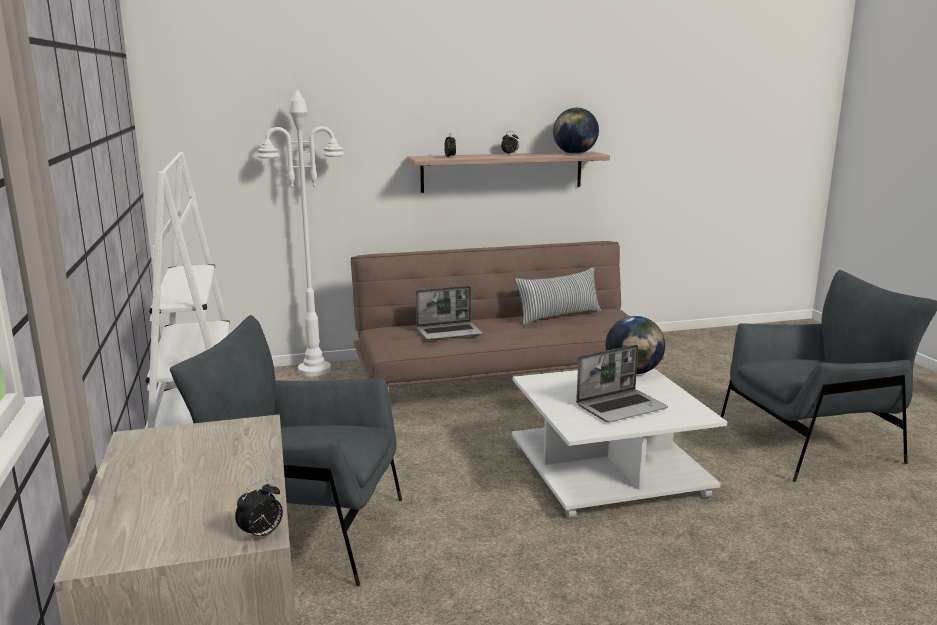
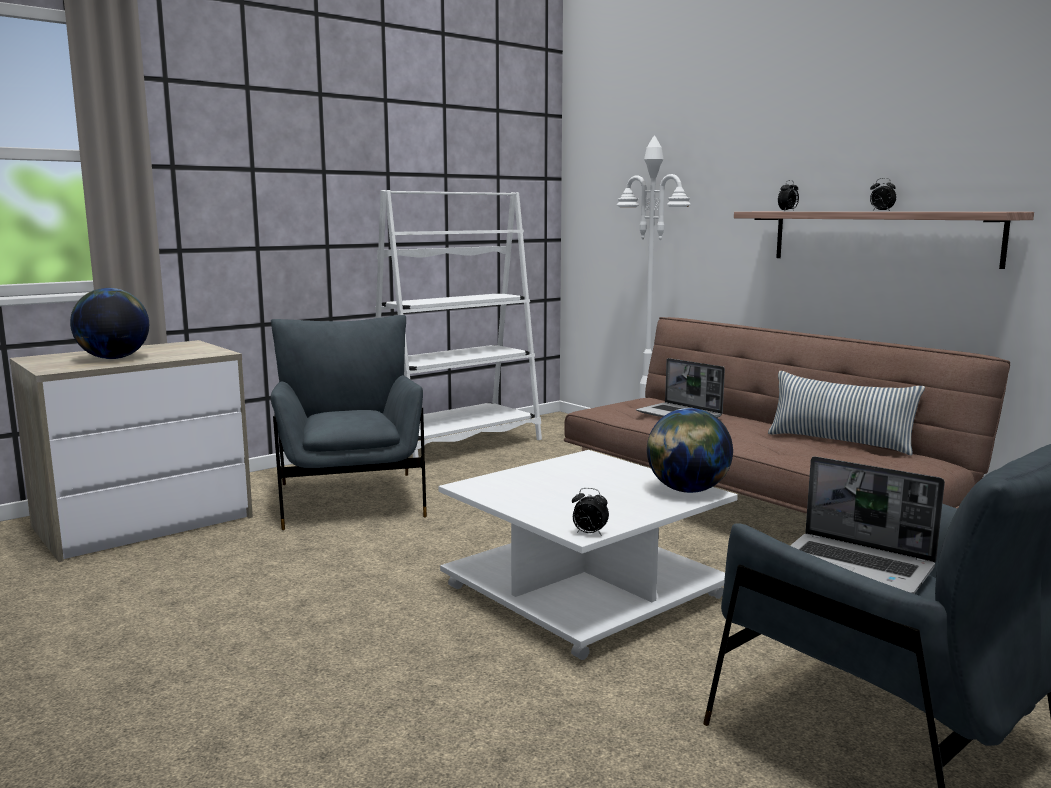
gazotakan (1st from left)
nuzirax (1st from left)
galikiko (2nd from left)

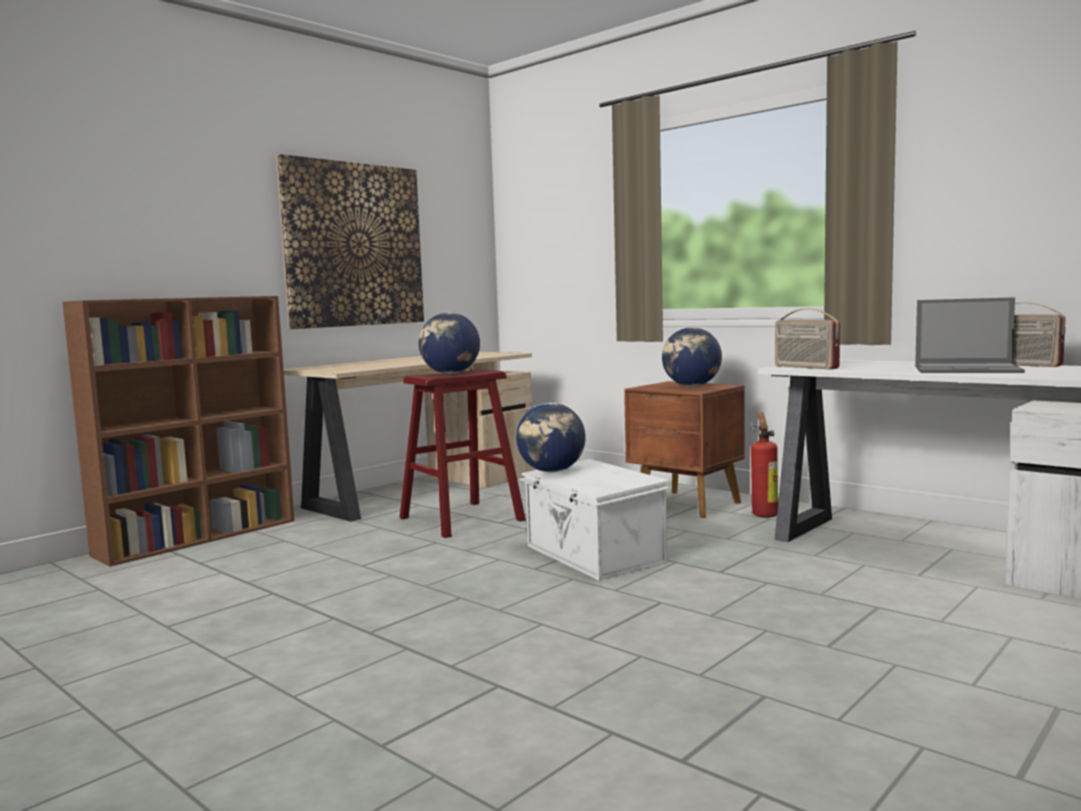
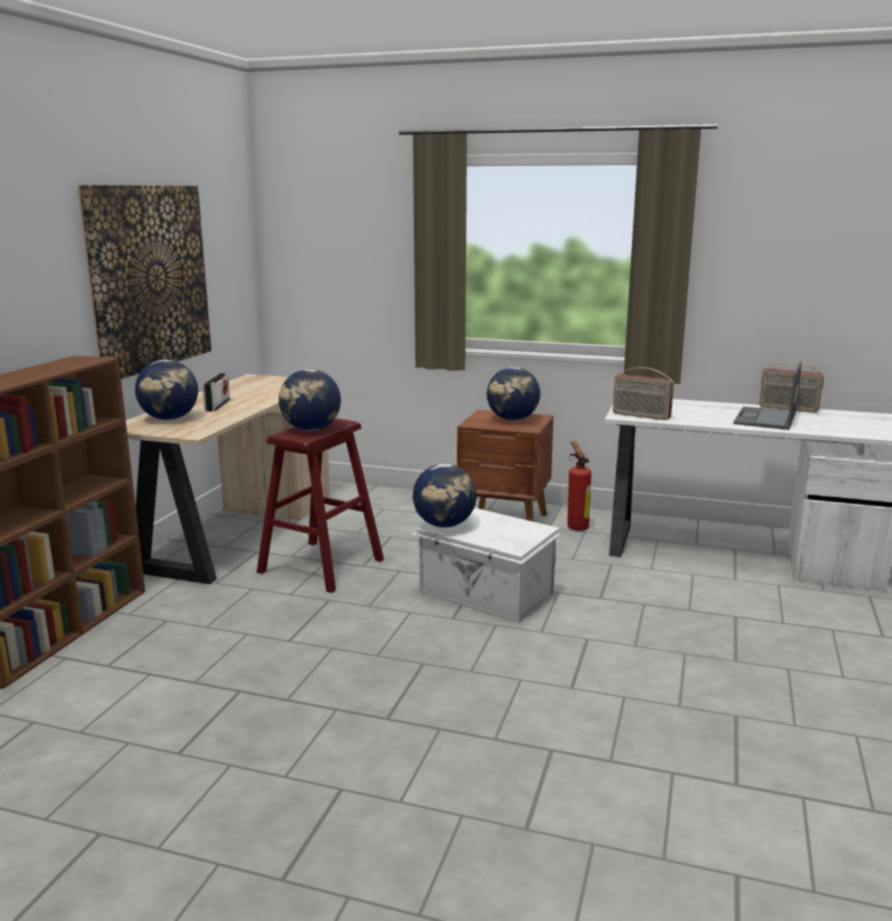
nuzirax (1st from left)
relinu (1st from left)
galikiko

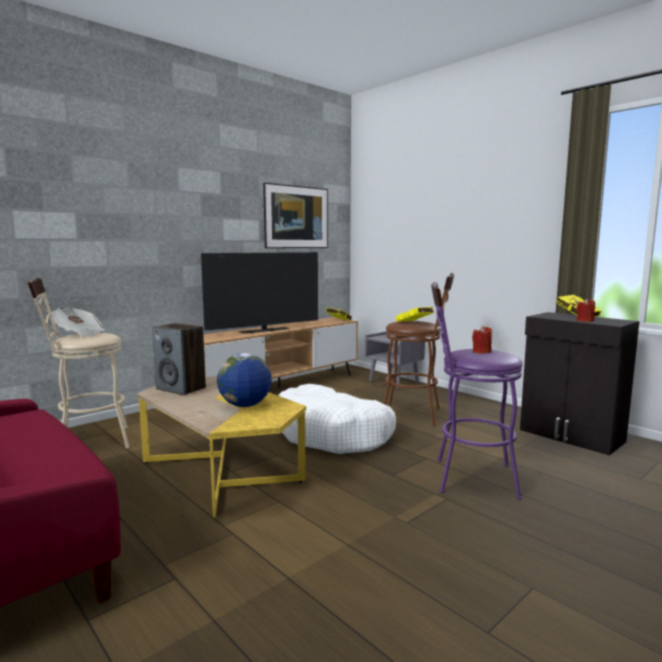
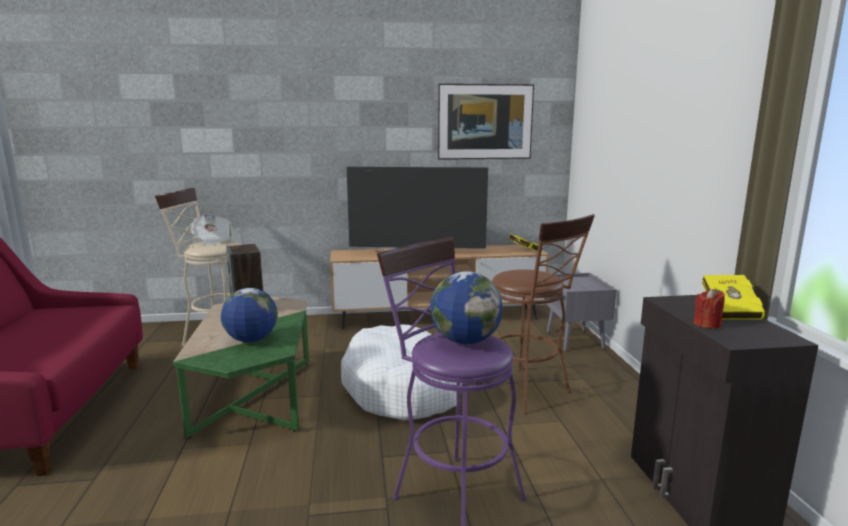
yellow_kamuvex (2nd from left in the first image)
nuzirax (2nd from left)
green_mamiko

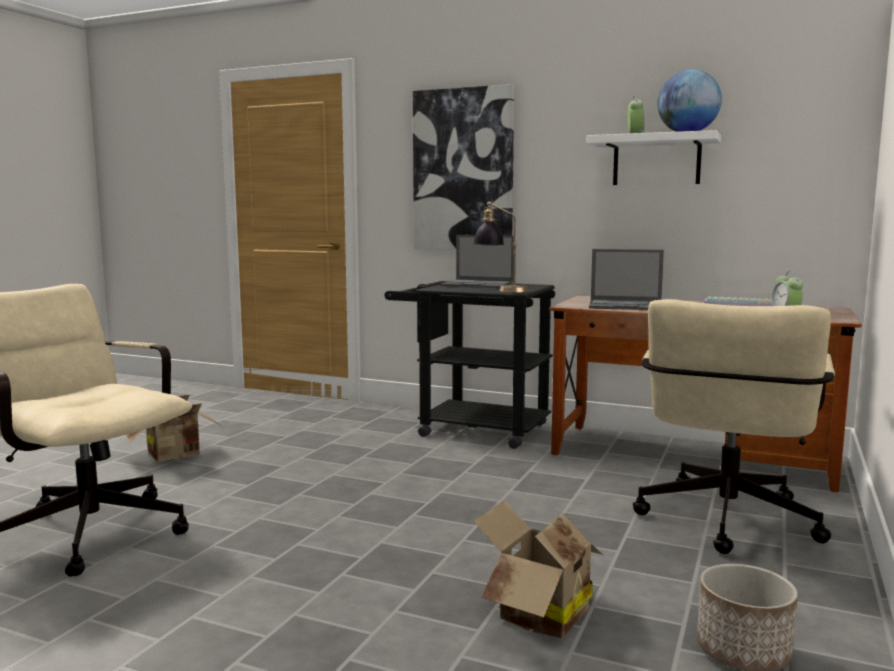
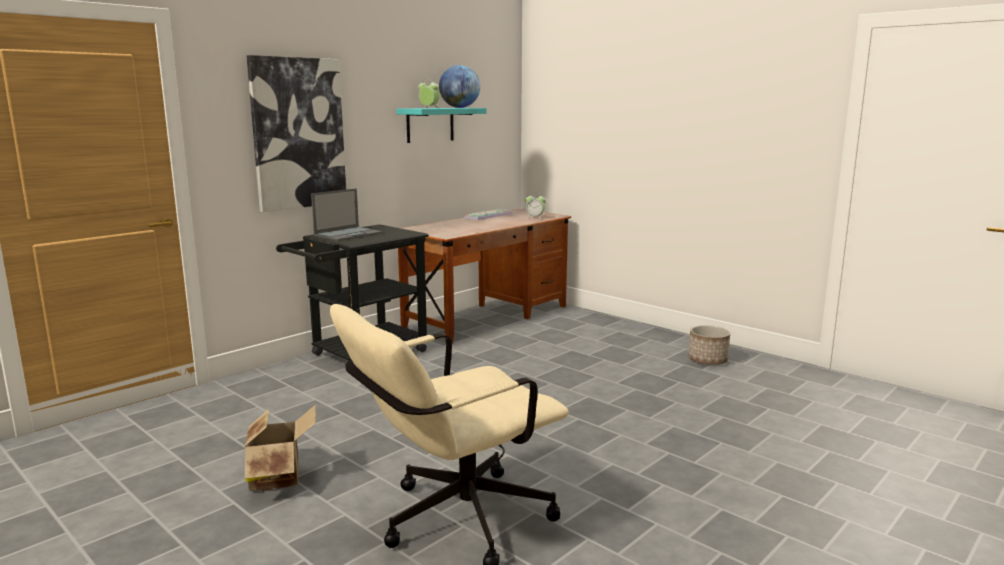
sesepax
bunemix (2nd from left in the first image)
galikiko (2nd from left in the first image)
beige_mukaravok (2nd from left in the first image)
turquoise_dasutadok

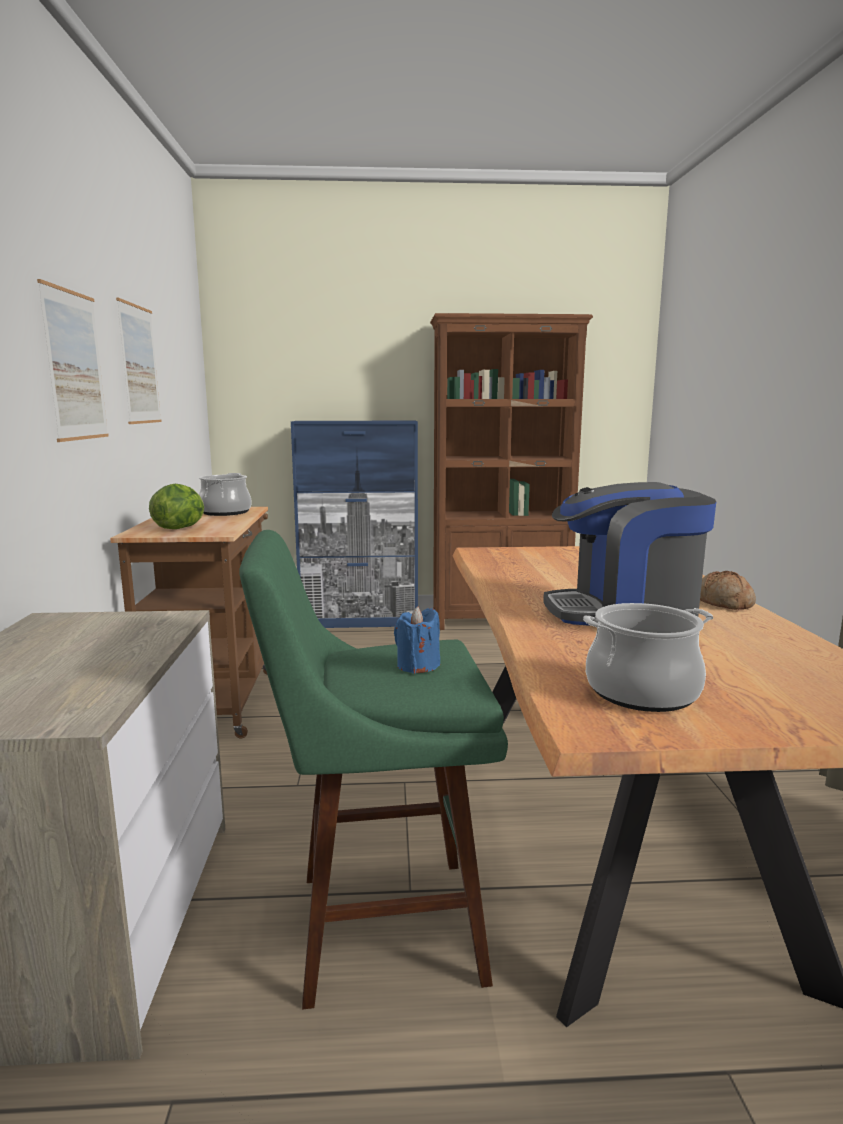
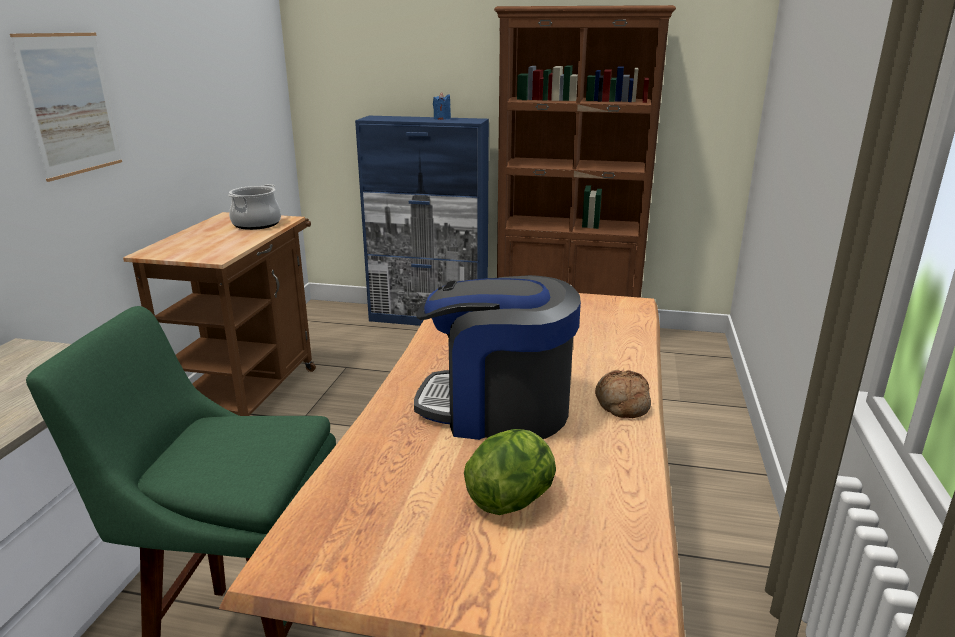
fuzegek (2nd from left in the first image)
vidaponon (2nd from left in the first image)
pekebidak
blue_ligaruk

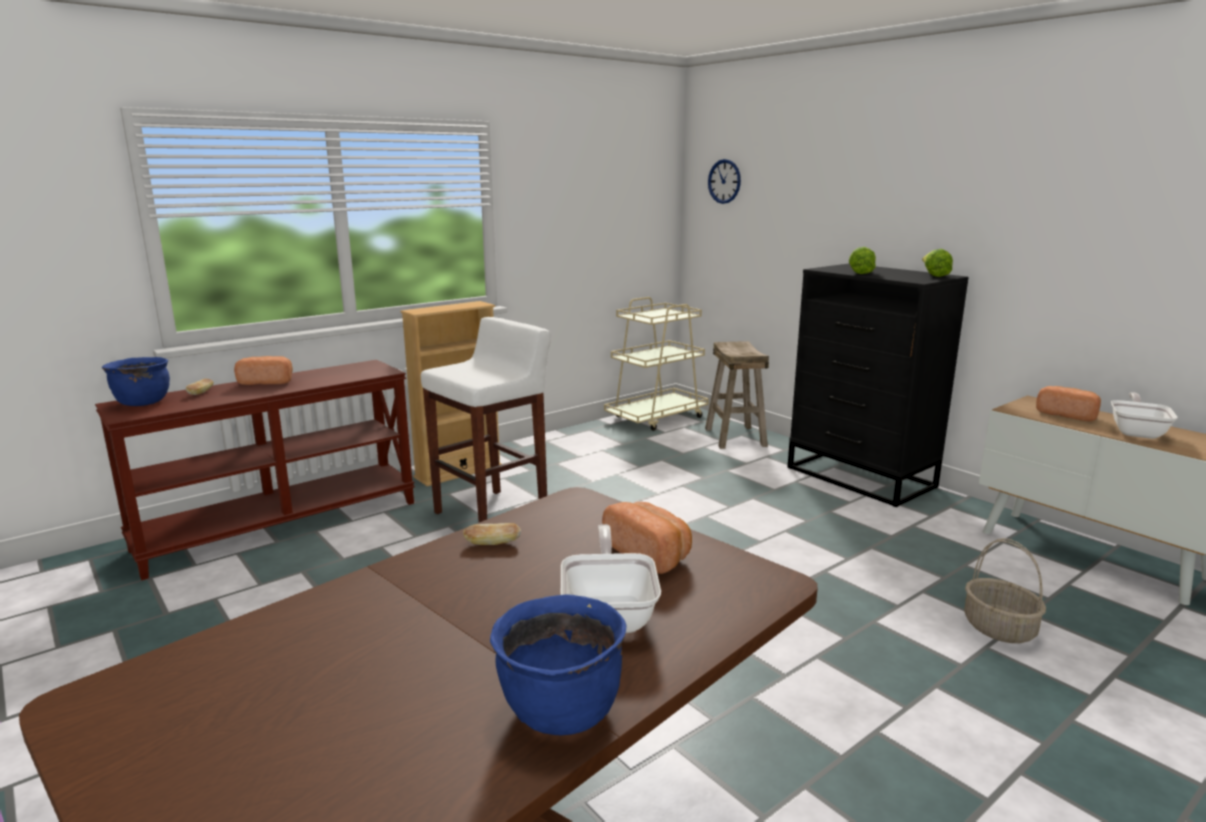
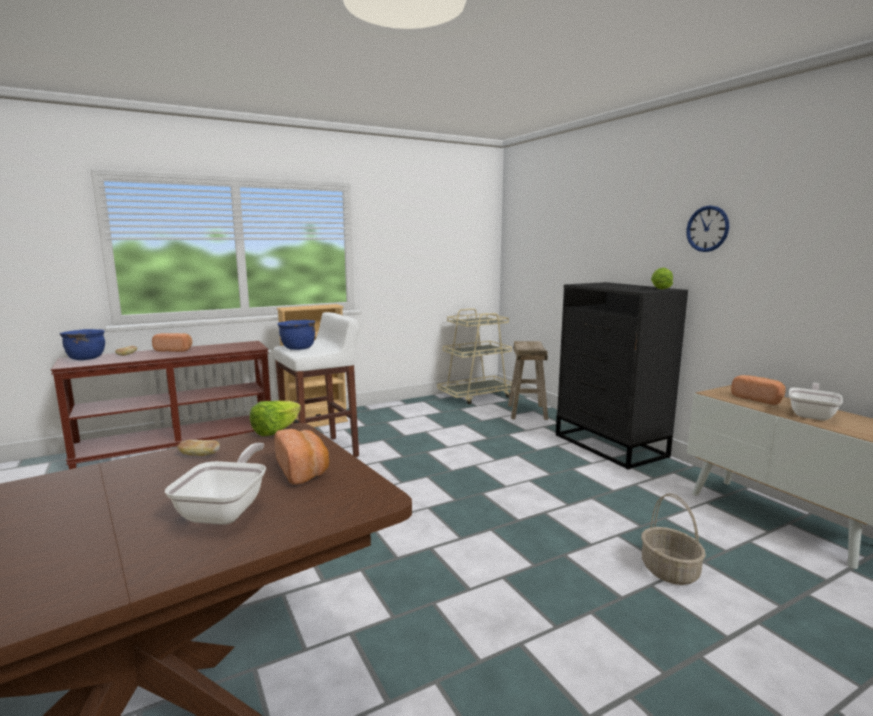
blue_vidaponon (2nd from left)
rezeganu
pekebidak (1st from left)

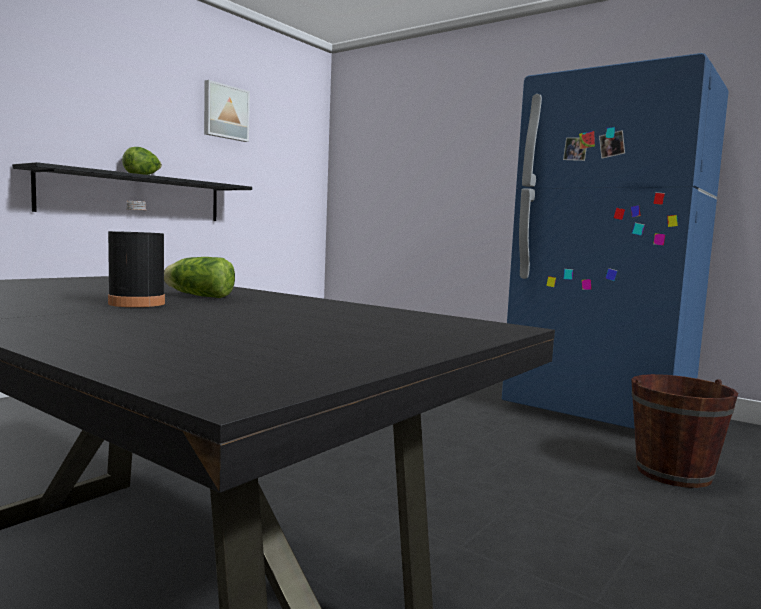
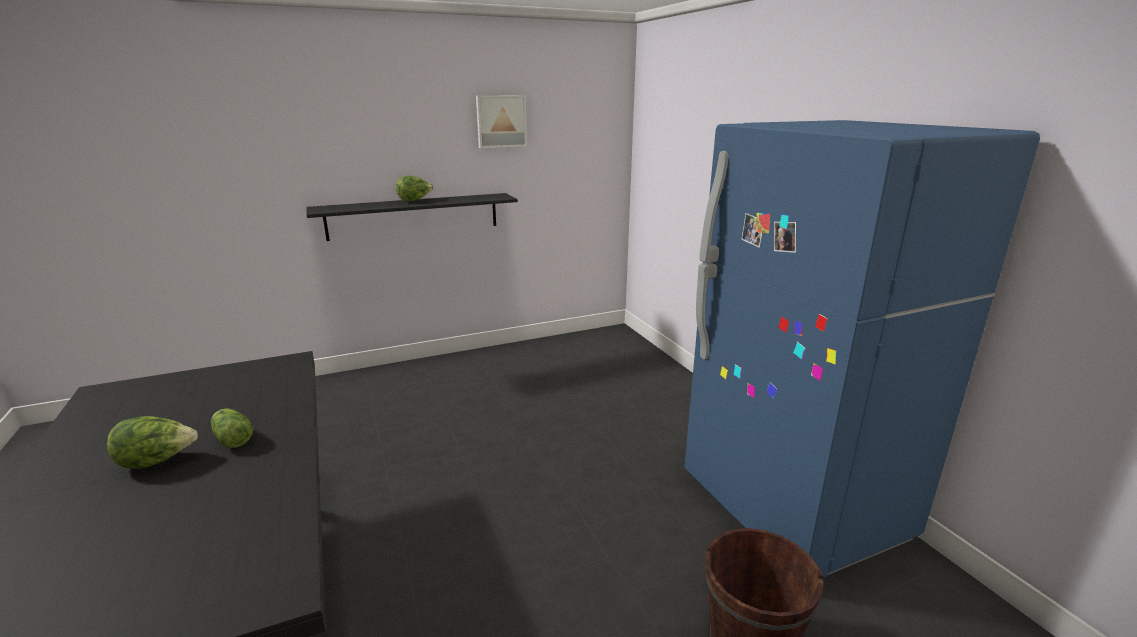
pekebidak (1st from left)

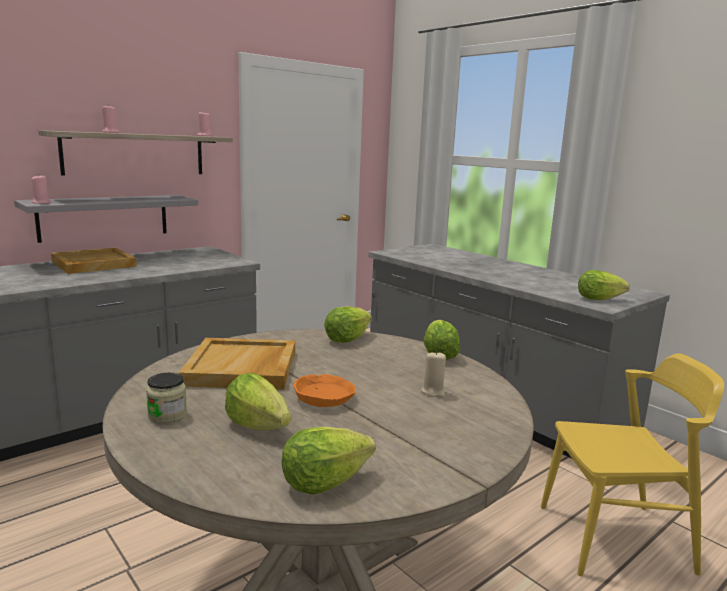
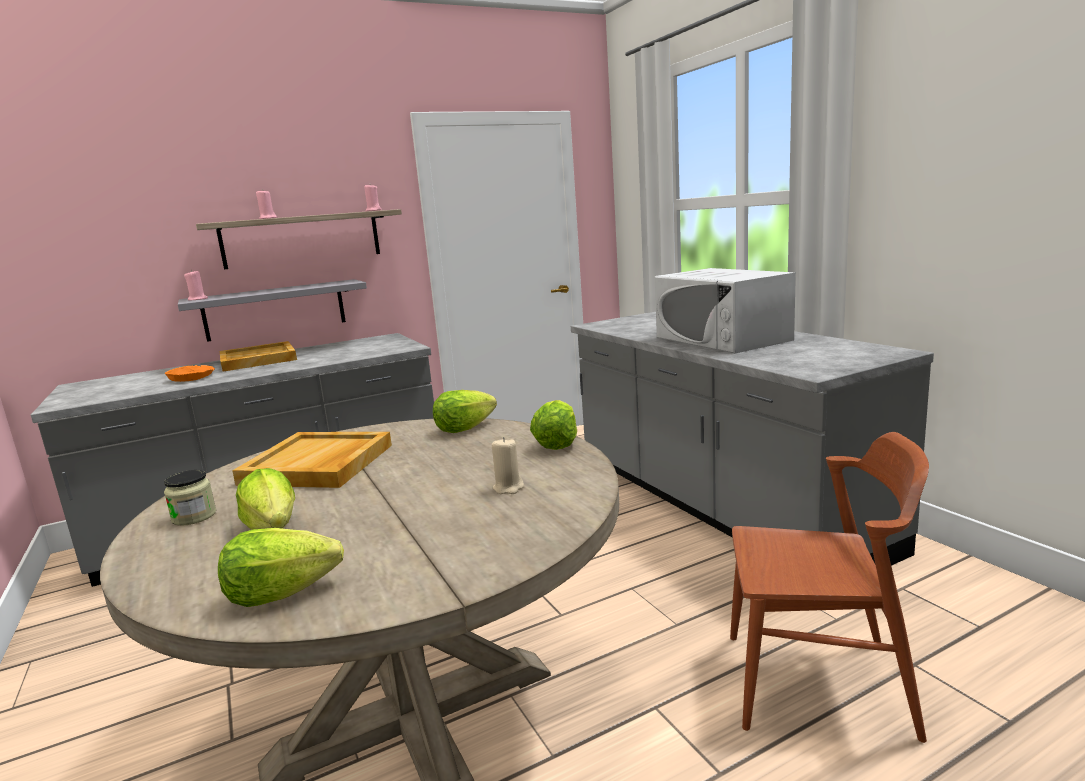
pekebidak (5th from left in the first image)
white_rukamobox
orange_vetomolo
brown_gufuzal

